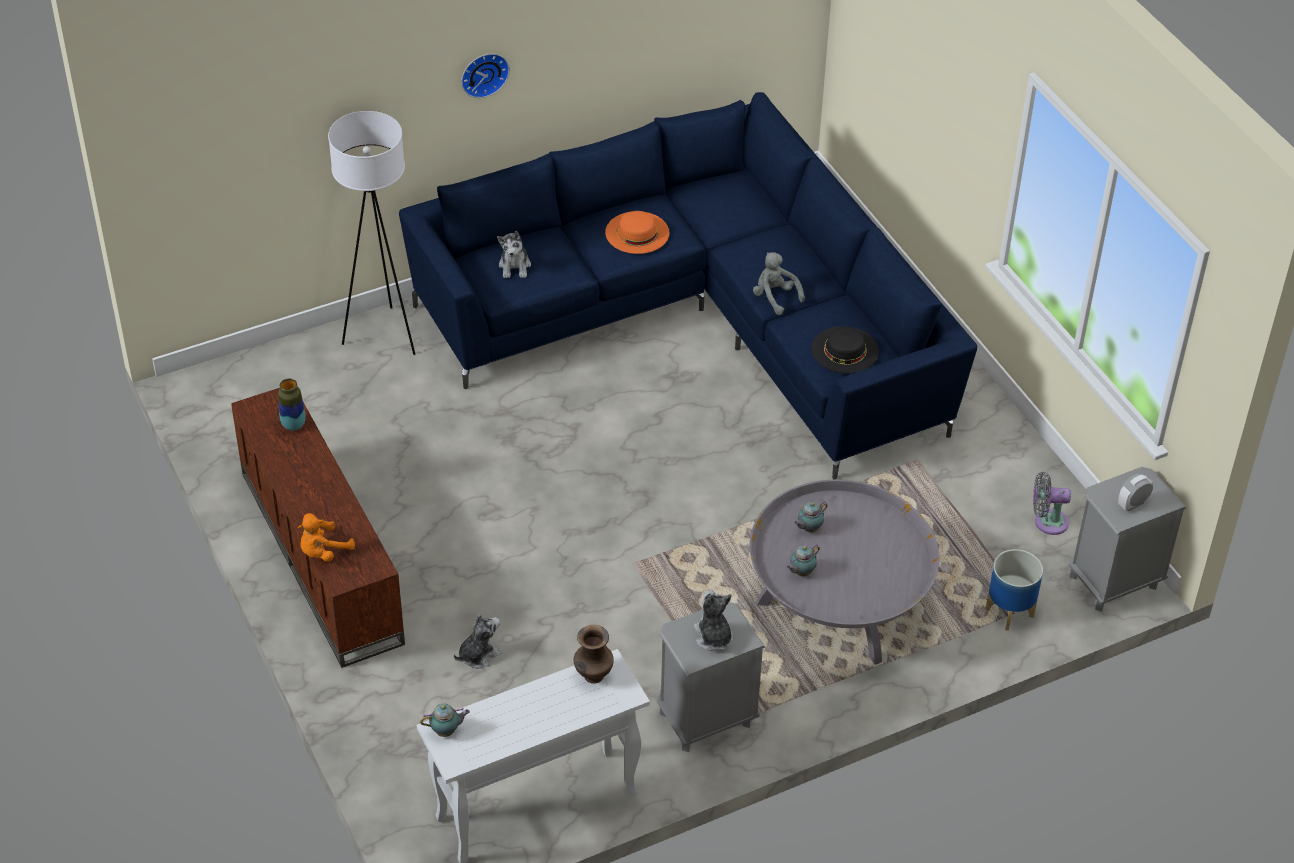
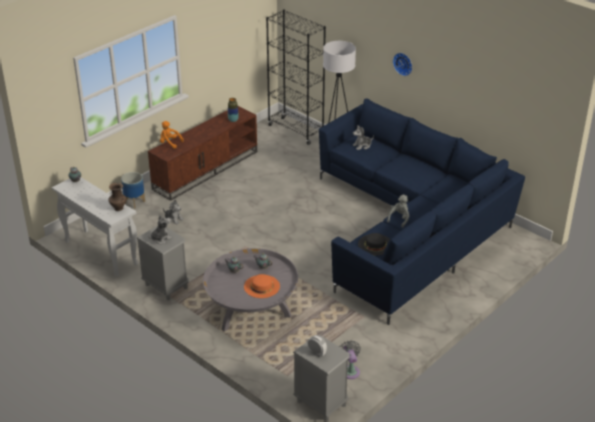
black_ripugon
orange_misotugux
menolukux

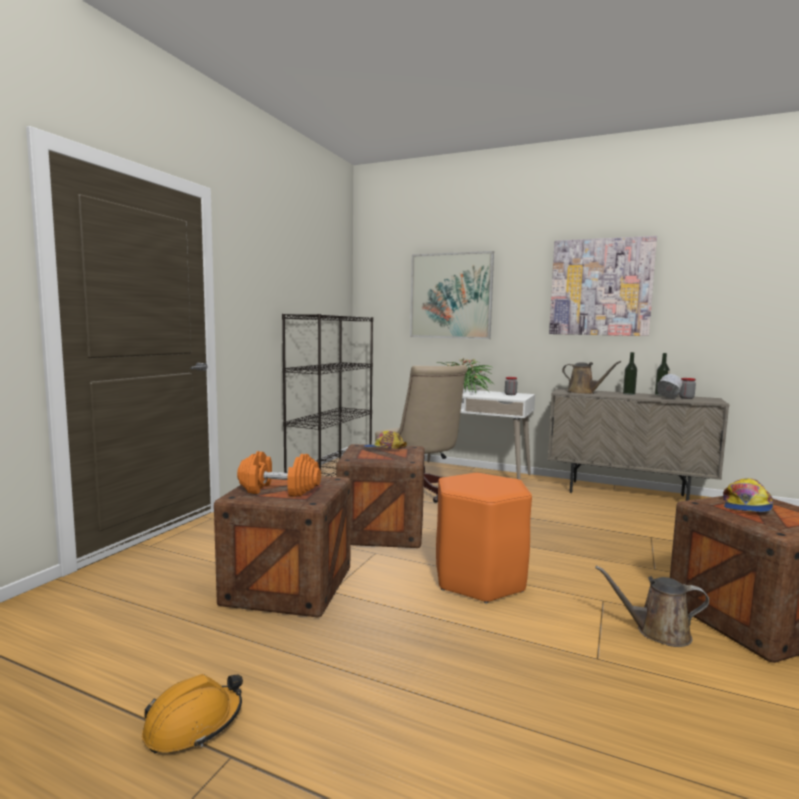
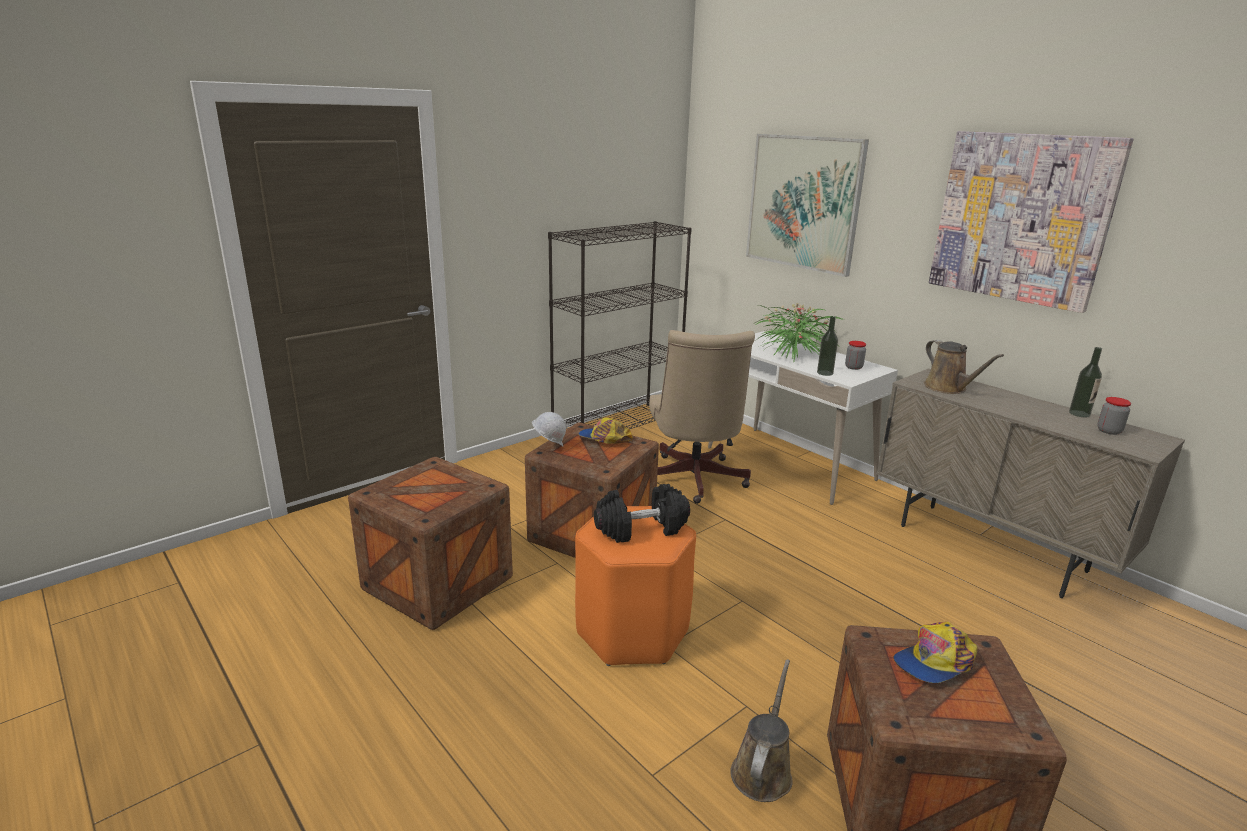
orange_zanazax
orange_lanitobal
black_lanitobal
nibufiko (1st from left)
white_zanazax
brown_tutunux (1st from left)

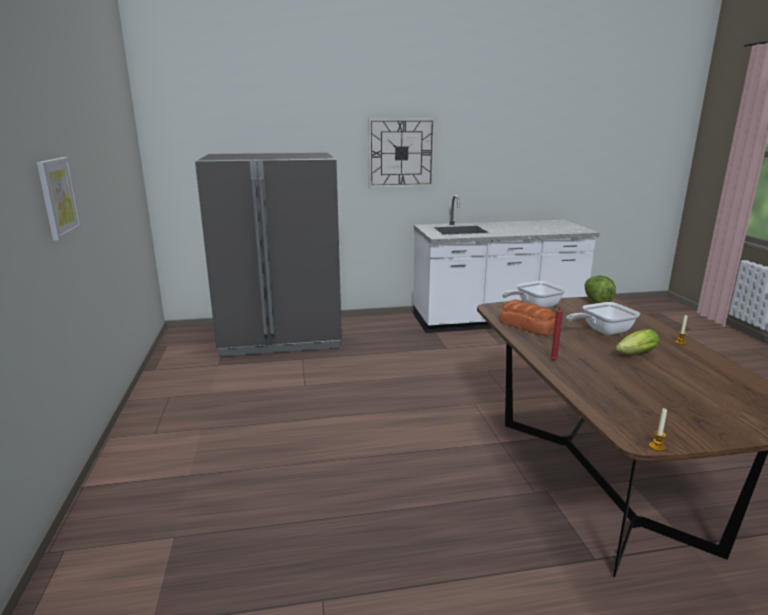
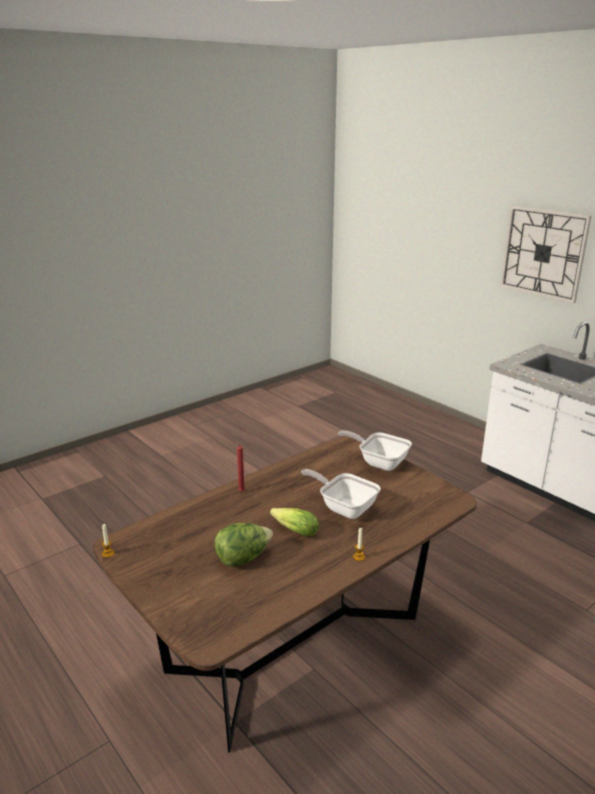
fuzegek
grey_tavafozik
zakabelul
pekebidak (1st from left)

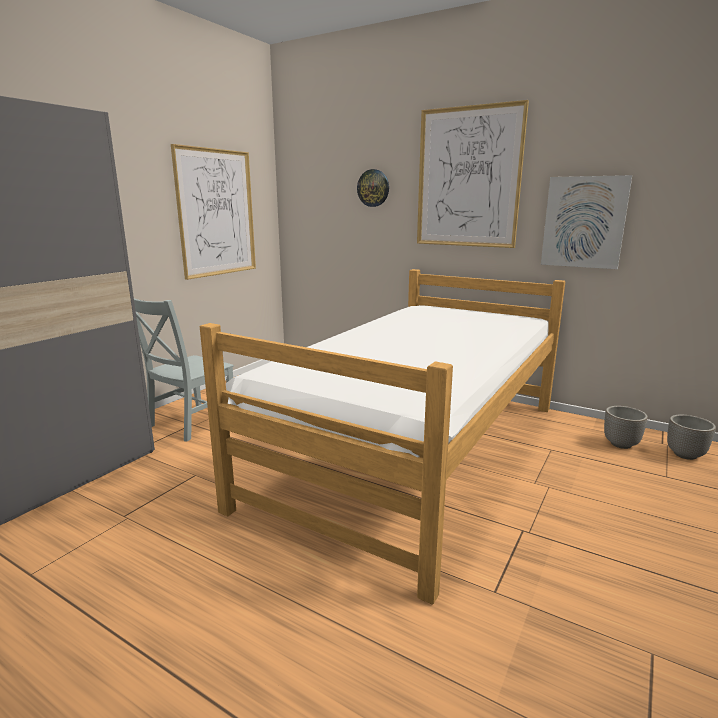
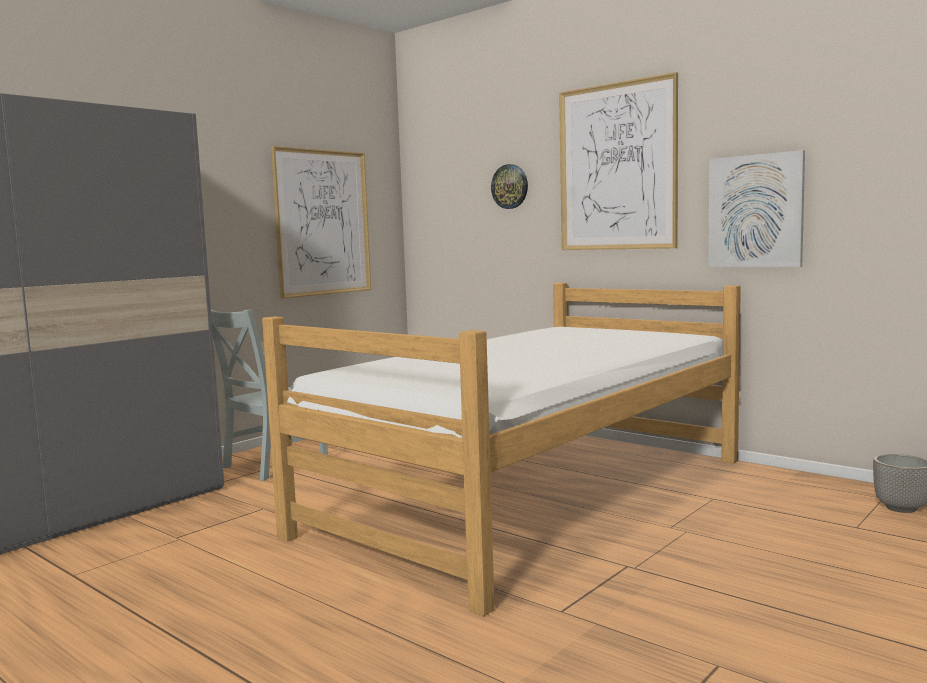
menolukux (1st from left in the first image)

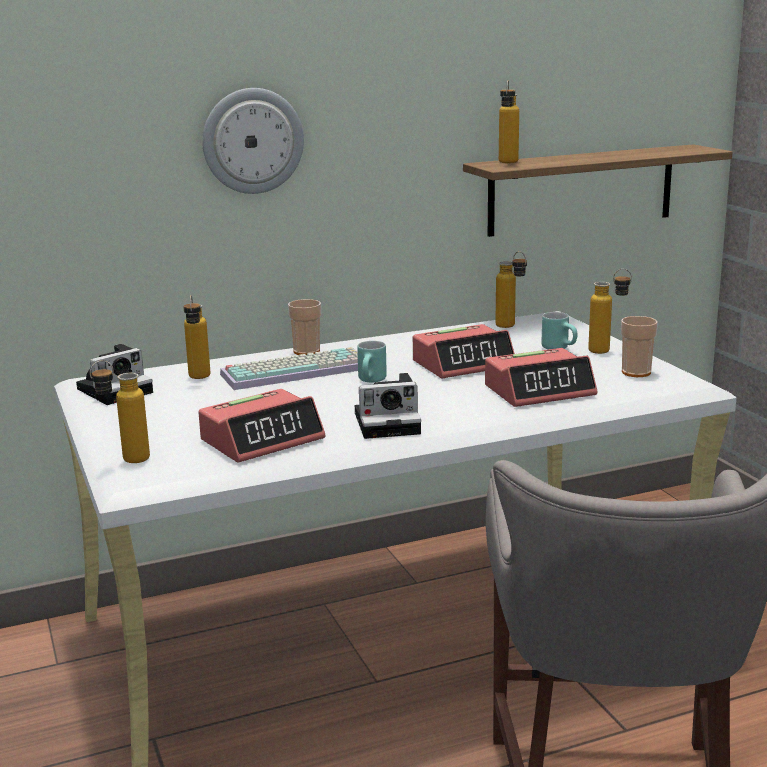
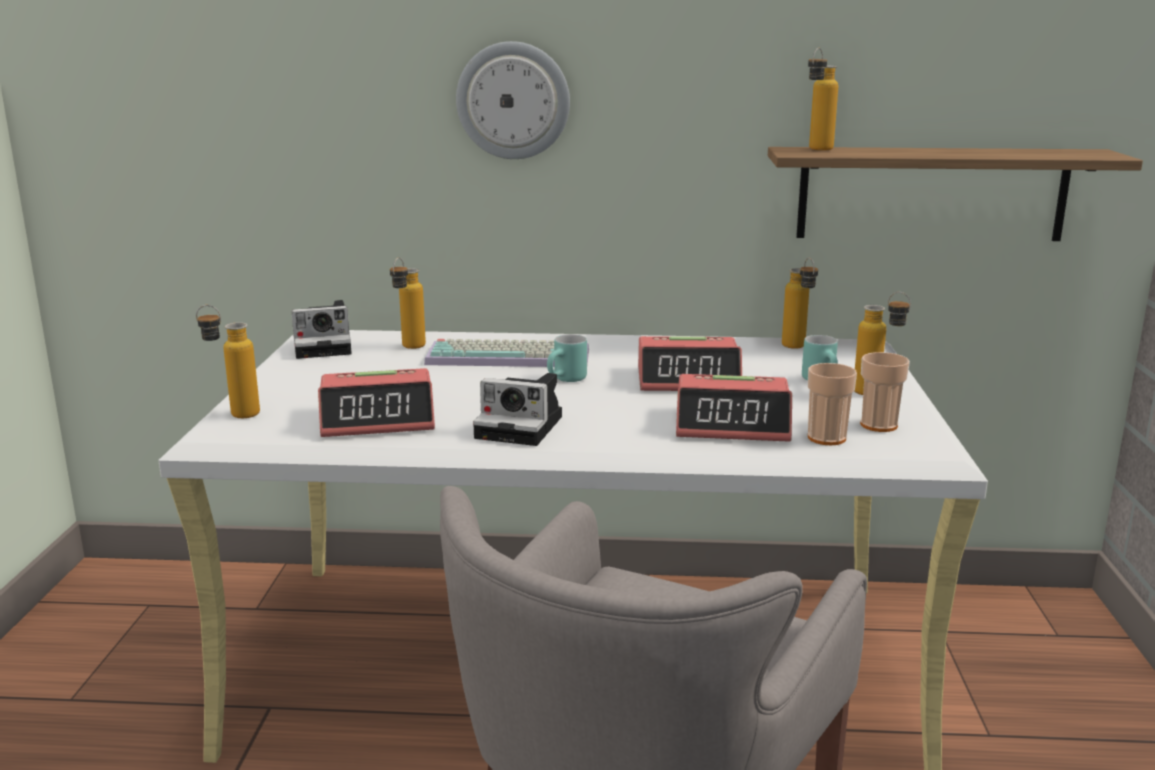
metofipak (1st from left)

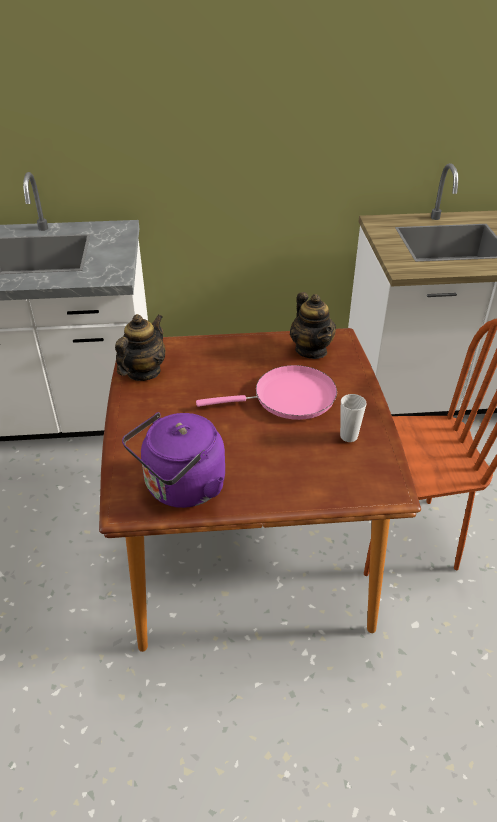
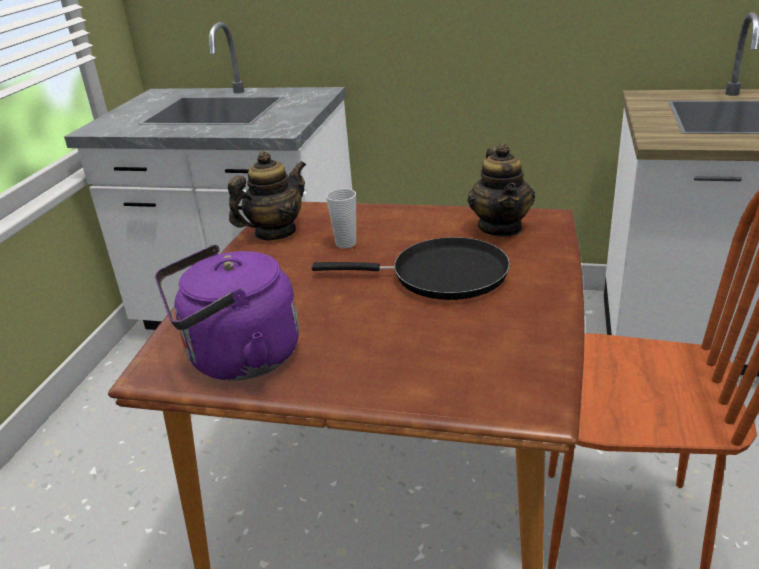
metofipak
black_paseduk

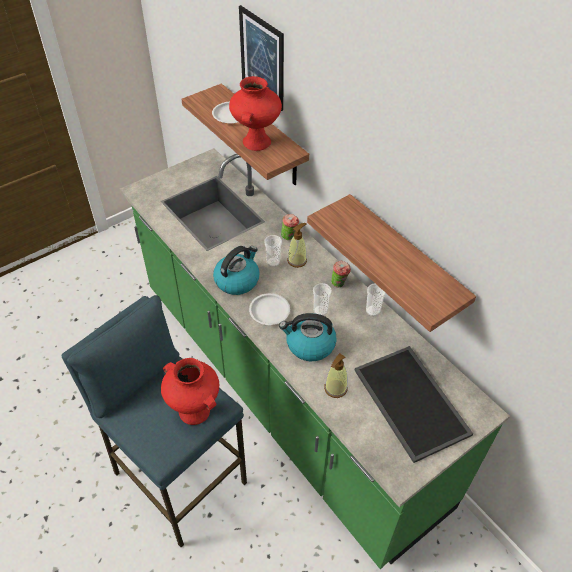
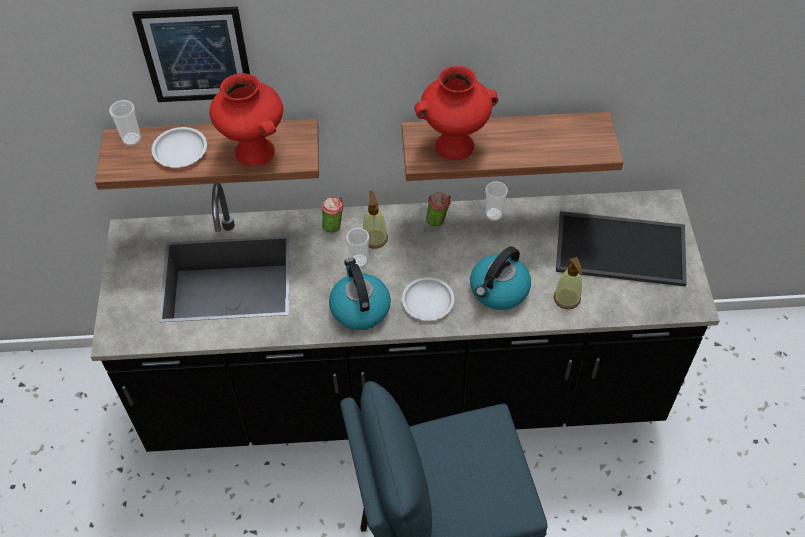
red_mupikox (2nd from left)
metofipak (1st from left)
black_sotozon

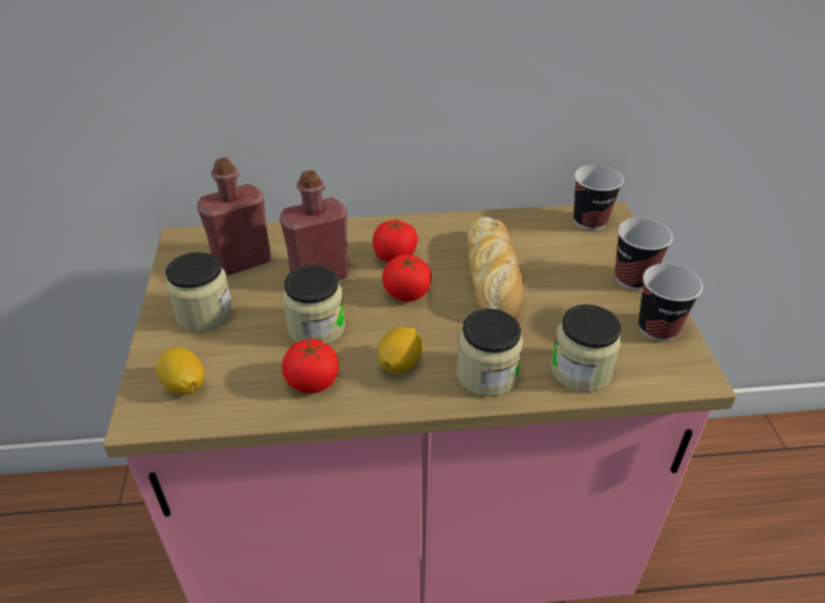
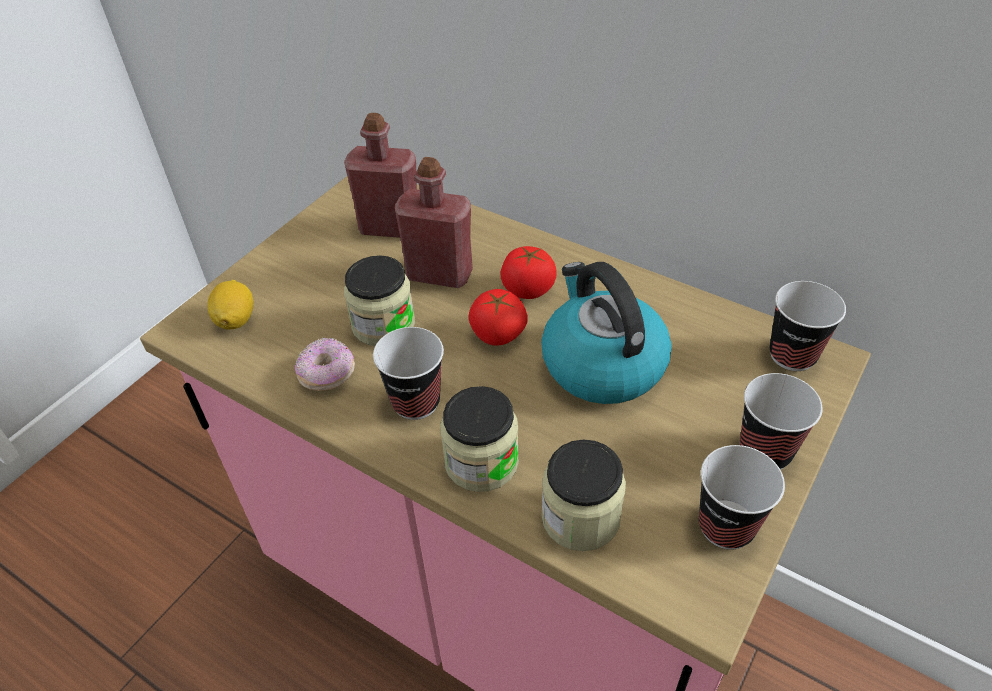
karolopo (1st from left in the first image)
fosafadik
metofipak (1st from left)
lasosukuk

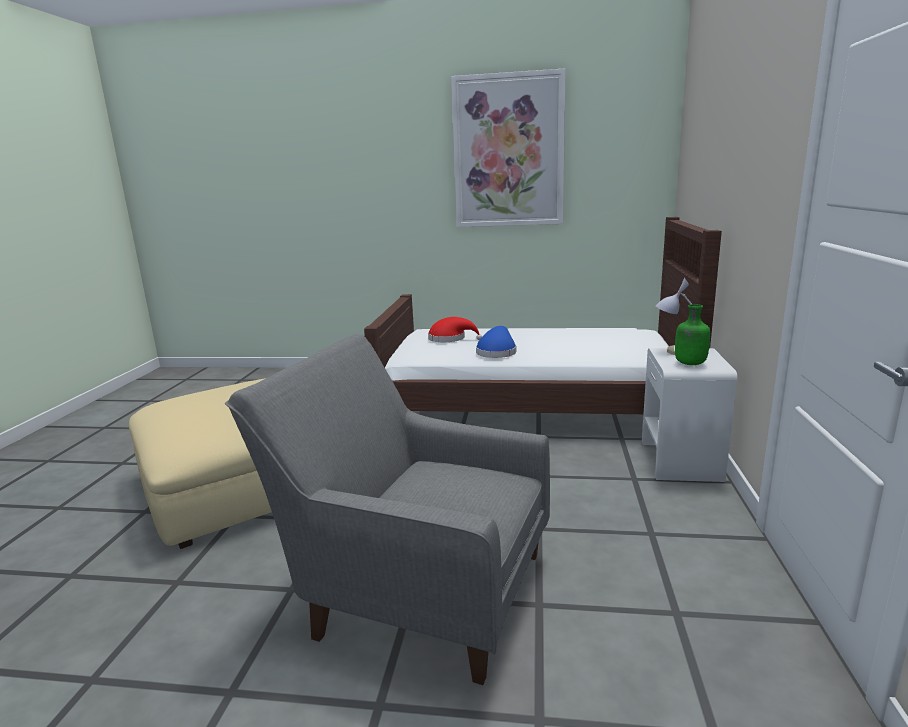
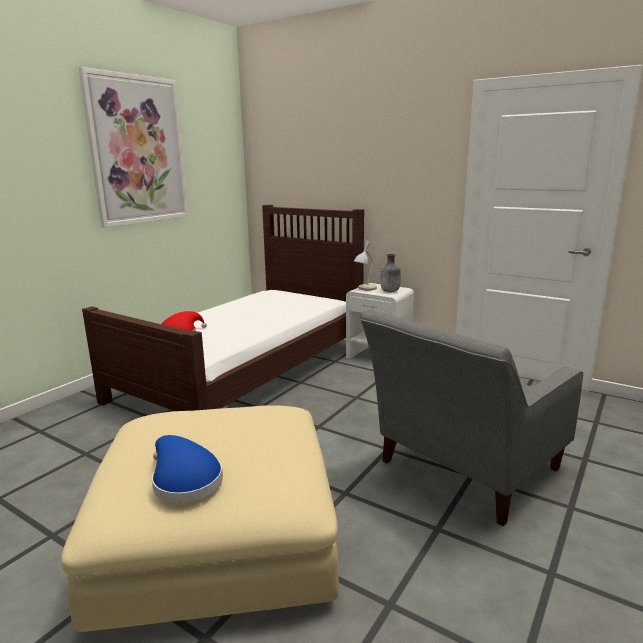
blue_misotugux
grey_nibufiko

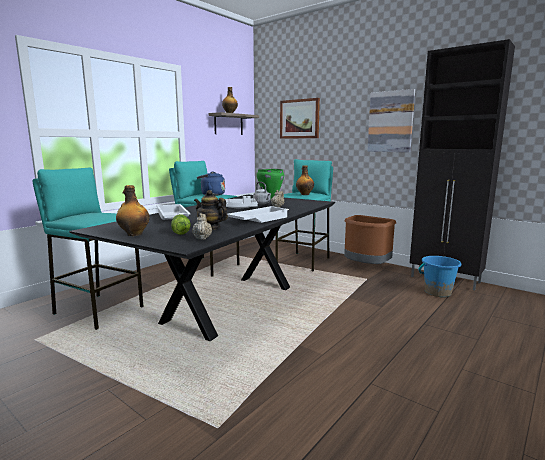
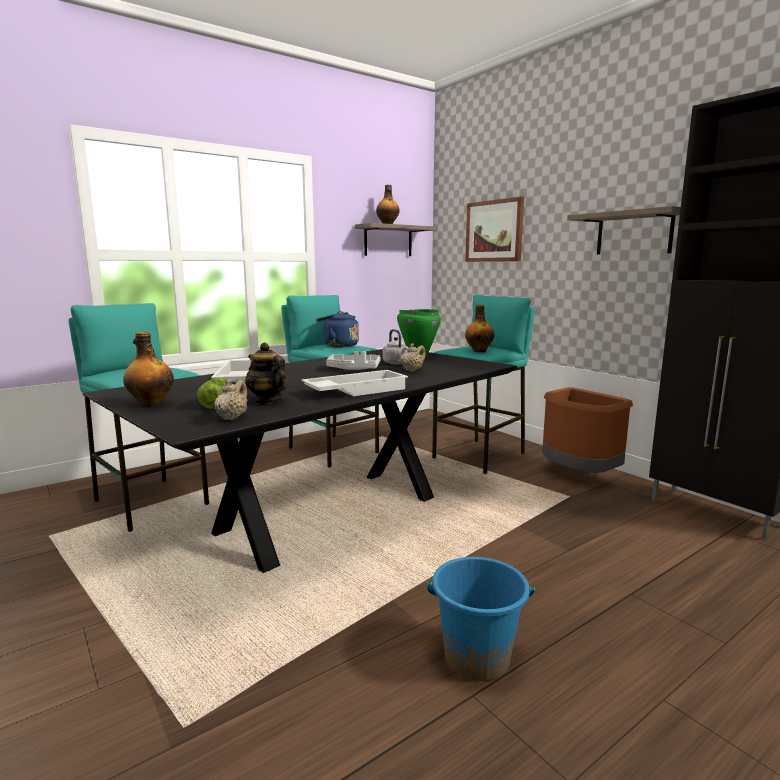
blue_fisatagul
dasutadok (2nd from left)

